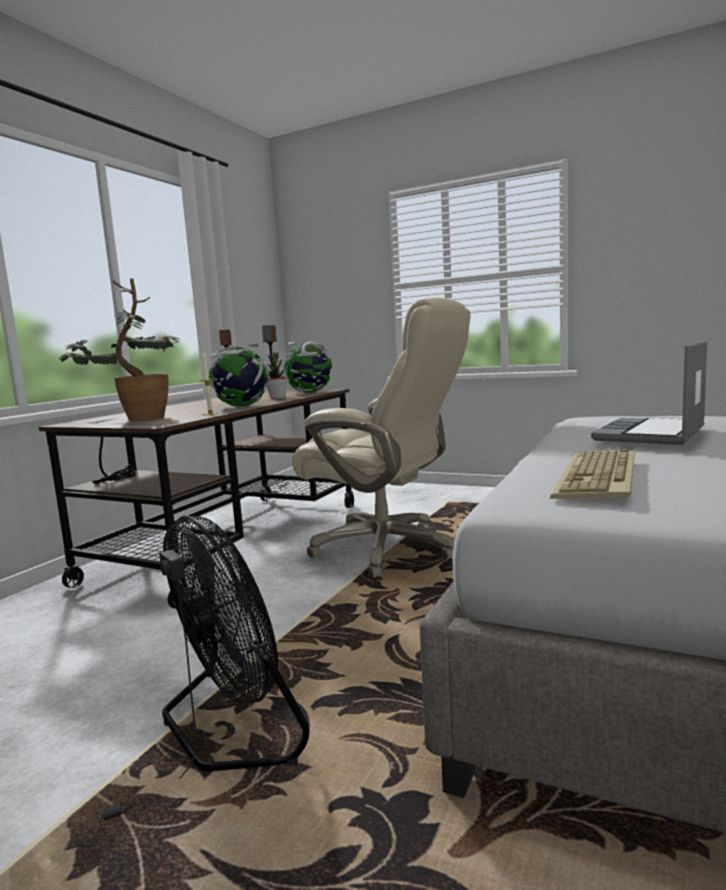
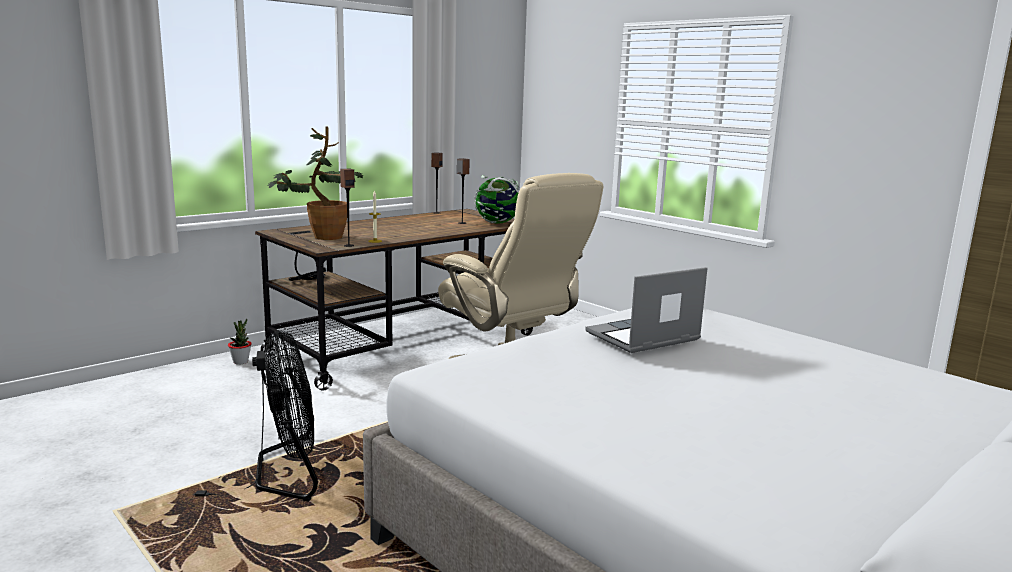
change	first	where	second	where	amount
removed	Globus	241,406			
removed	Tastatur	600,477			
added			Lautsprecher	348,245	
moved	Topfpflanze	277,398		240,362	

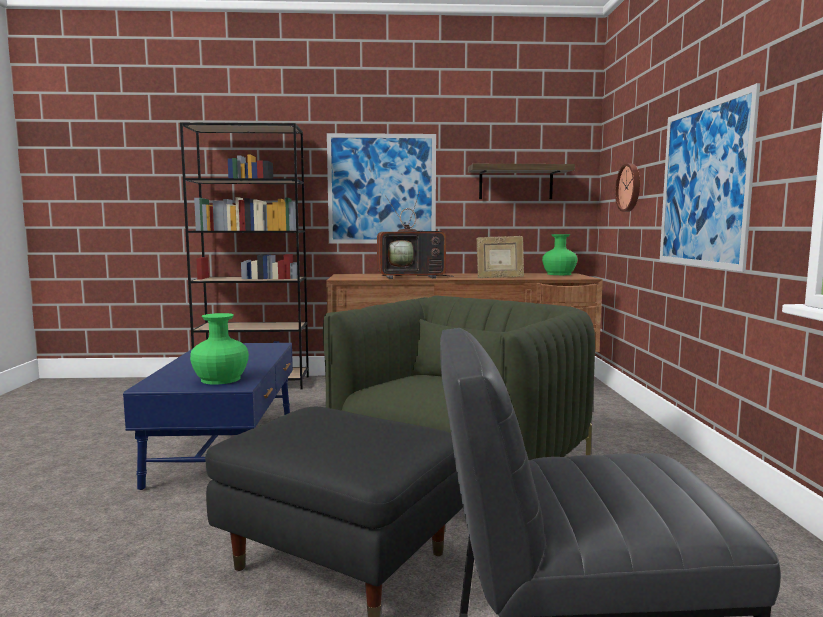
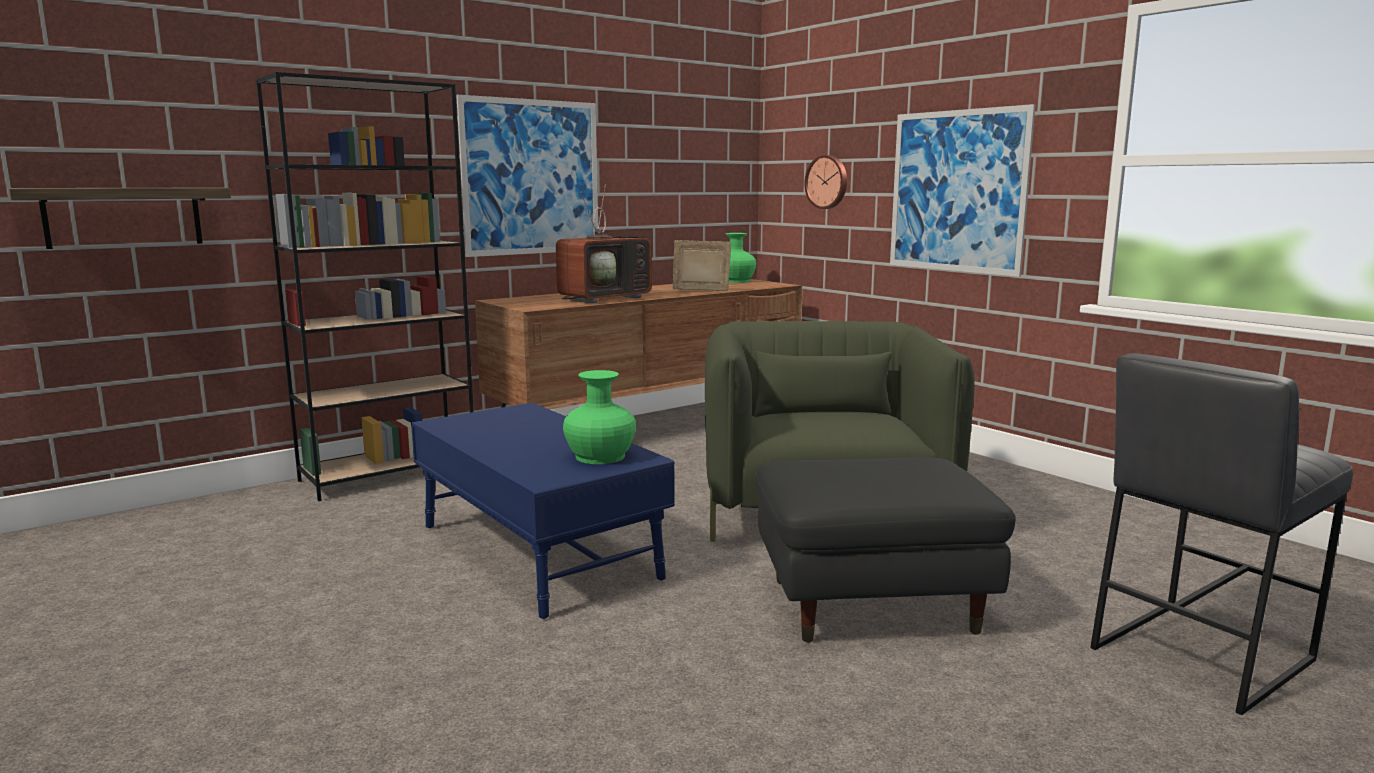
change	first	where	second	where	amount
moved	Wandregal	515,183		123,217	
turned	Bilderrahmen	499,278		701,291	150 degrees counterclockwise

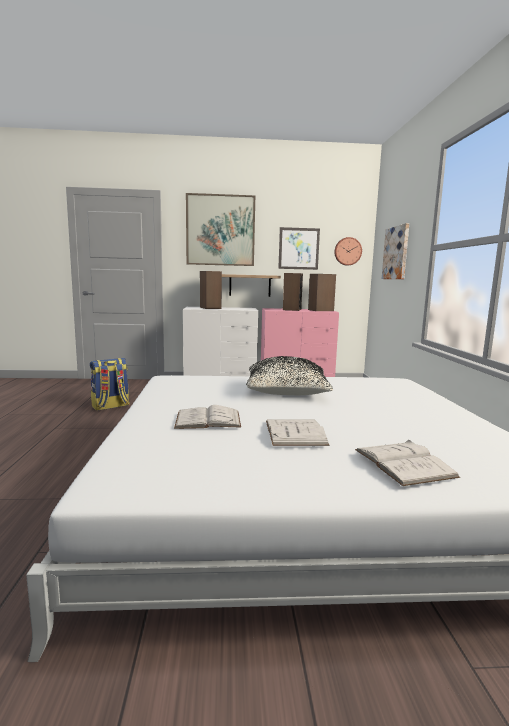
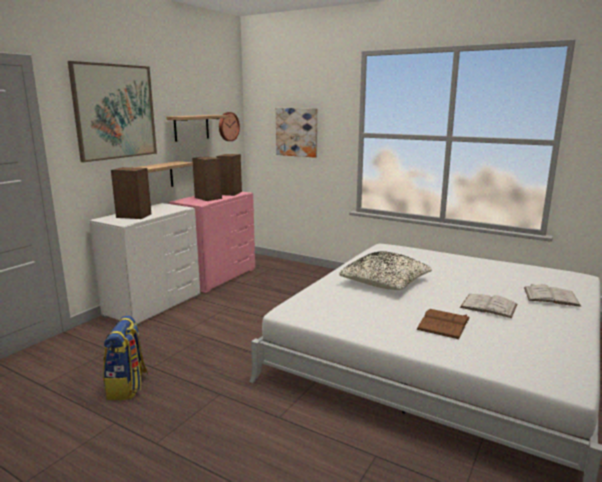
change	first	where	second	where	amount
replaced	Bild	298,248	Wandregal	191,127	
recoloured	Buch (weiß)	208,419	Buch (braun)	443,323	

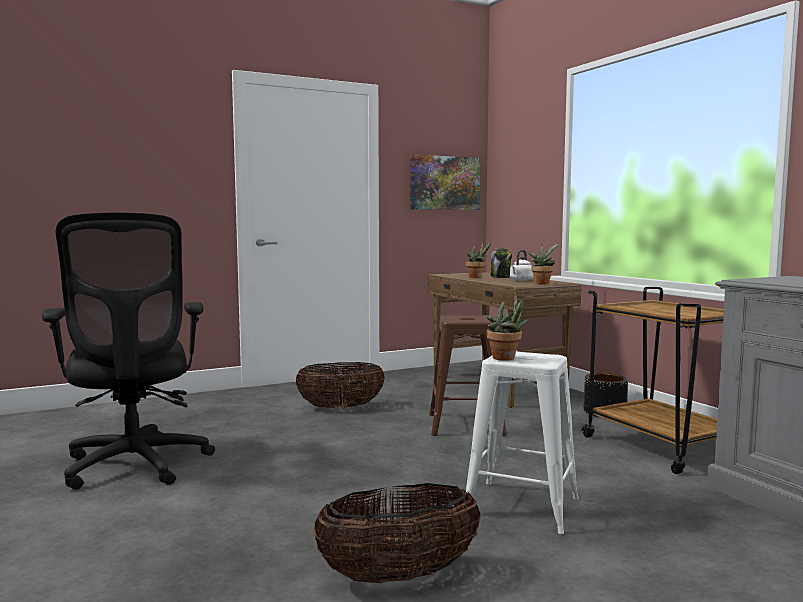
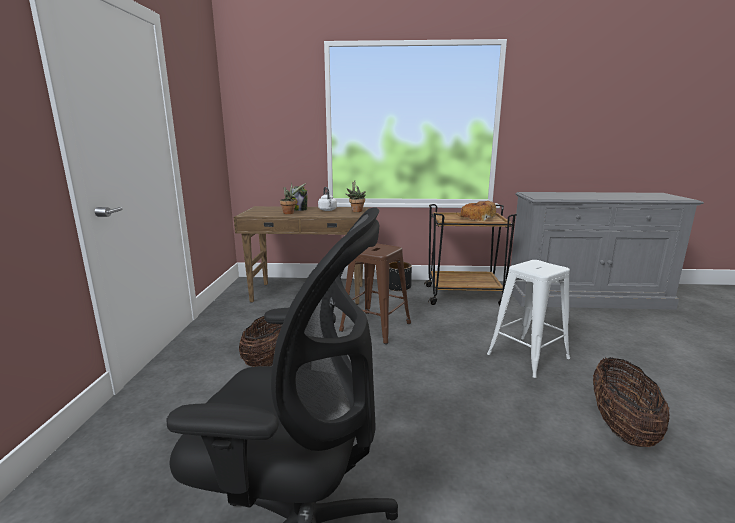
change	first	where	second	where	amount
removed	Bild	444,183			
removed	Topfpflanze	506,359			
added			Brot	476,218	

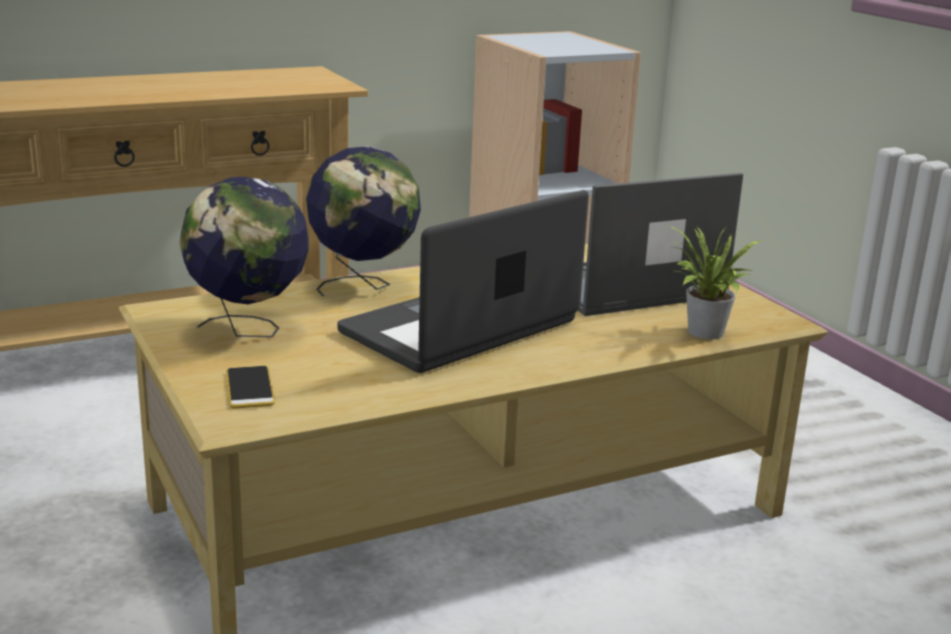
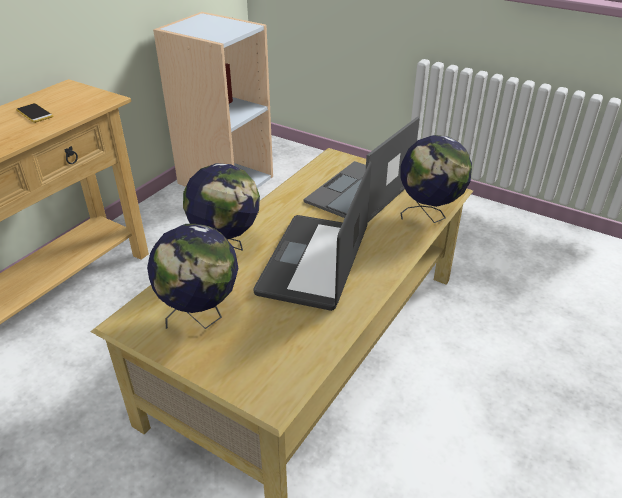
change	first	where	second	where	amount
moved	Handy	250,388		35,113	
replaced	Topfpflanze	704,334	Globus	429,216	

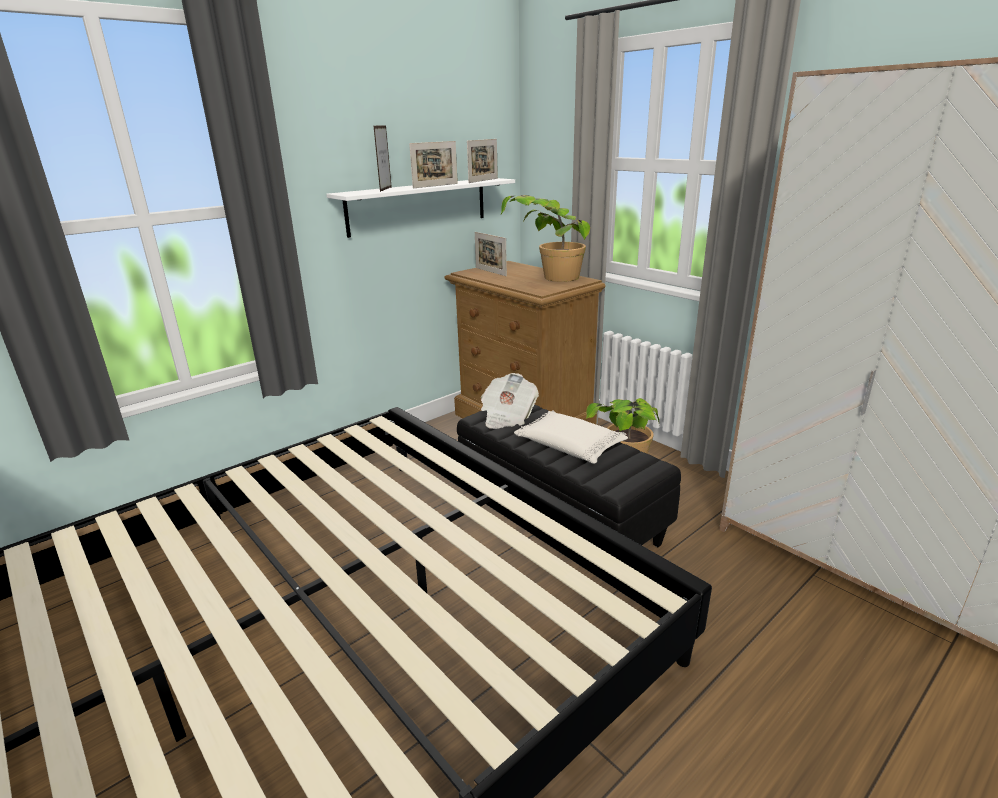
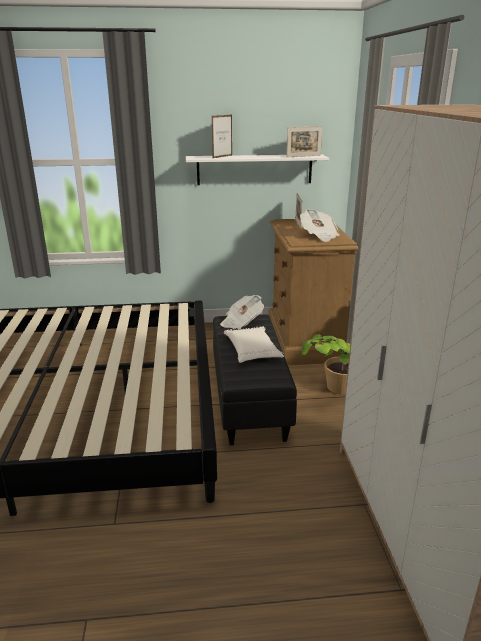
change	first	where	second	where	amount
removed	Bilderrahmen	435,186			
replaced	Topfpflanze	546,280	Zeitung	319,236	

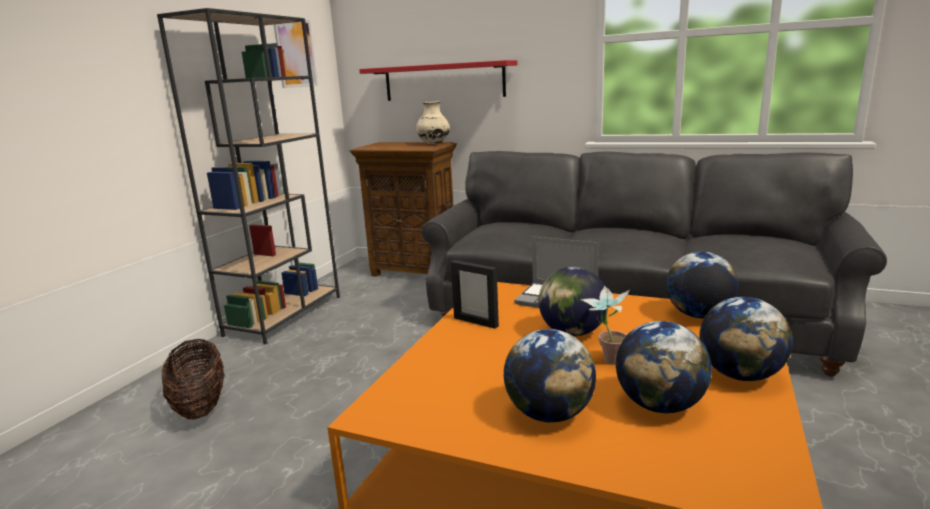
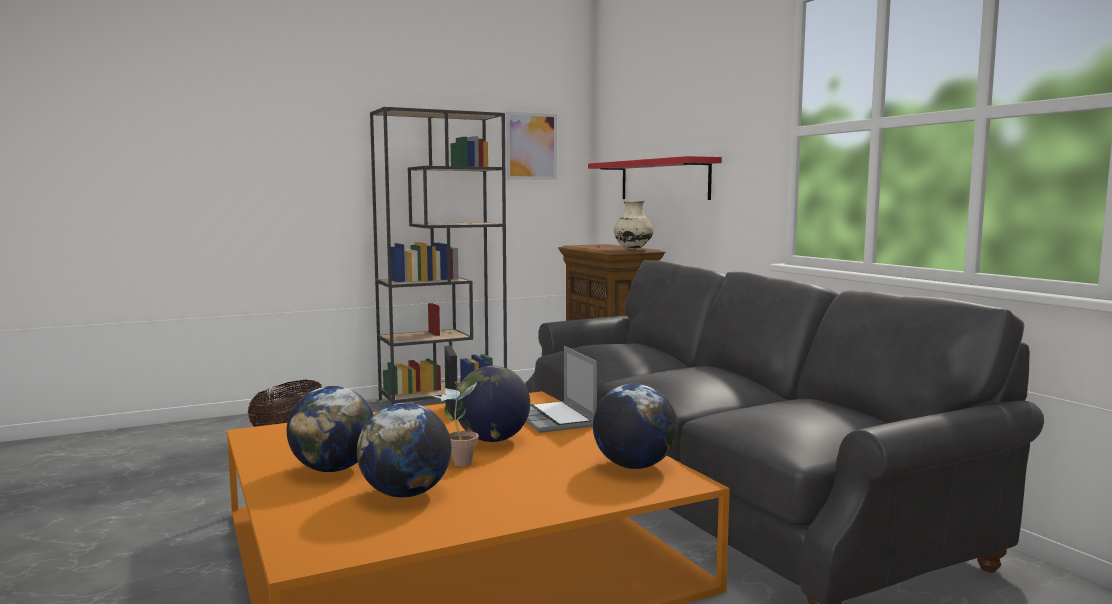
change	first	where	second	where	amount
removed	Globus	740,375			

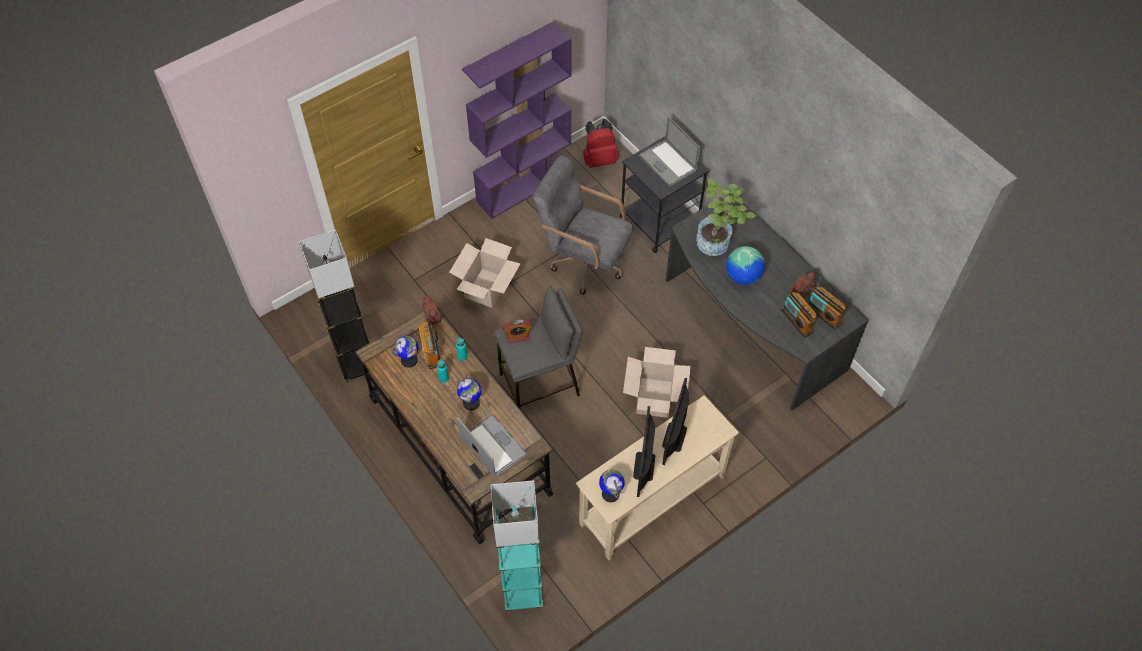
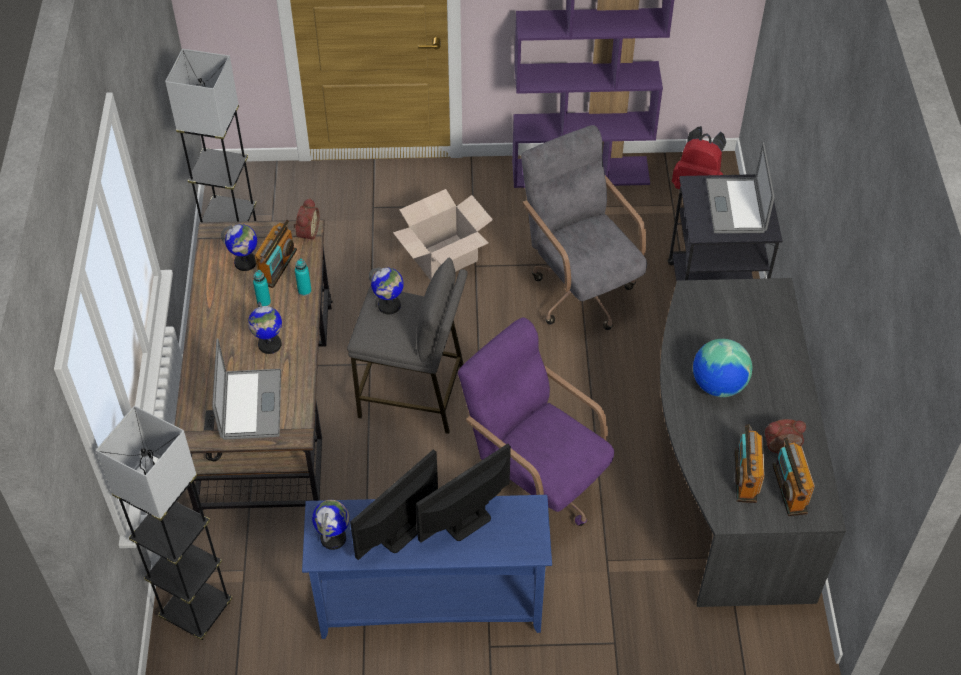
change	first	where	second	where	amount
removed	Topfpflanze	718,243			
replaced	Wecker	518,336	Globus	389,306	
replaced	Karton	653,397	Bürostuhl (lila)	534,487	
recoloured	Stehlampe (türkis)	523,592	Stehlampe (grau)	197,611	
recoloured	Konsolentisch (beige)	652,501	Konsolentisch (blau)	429,604	

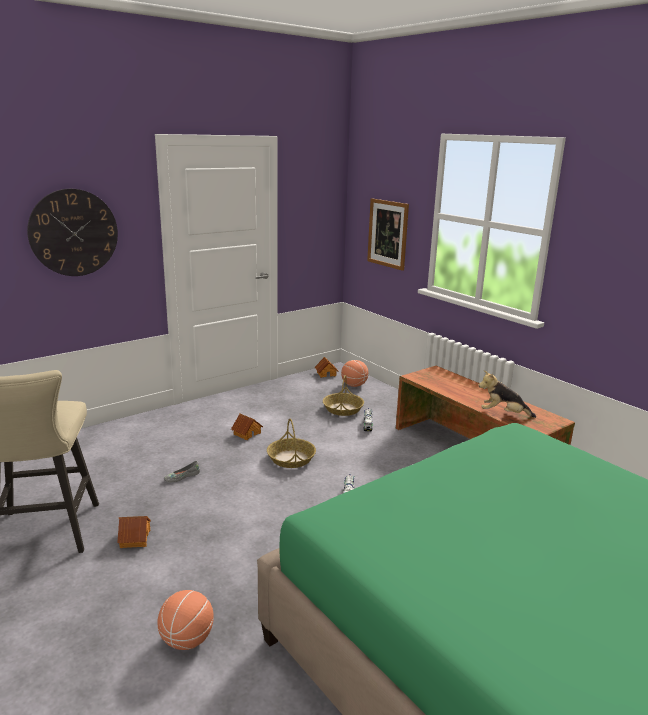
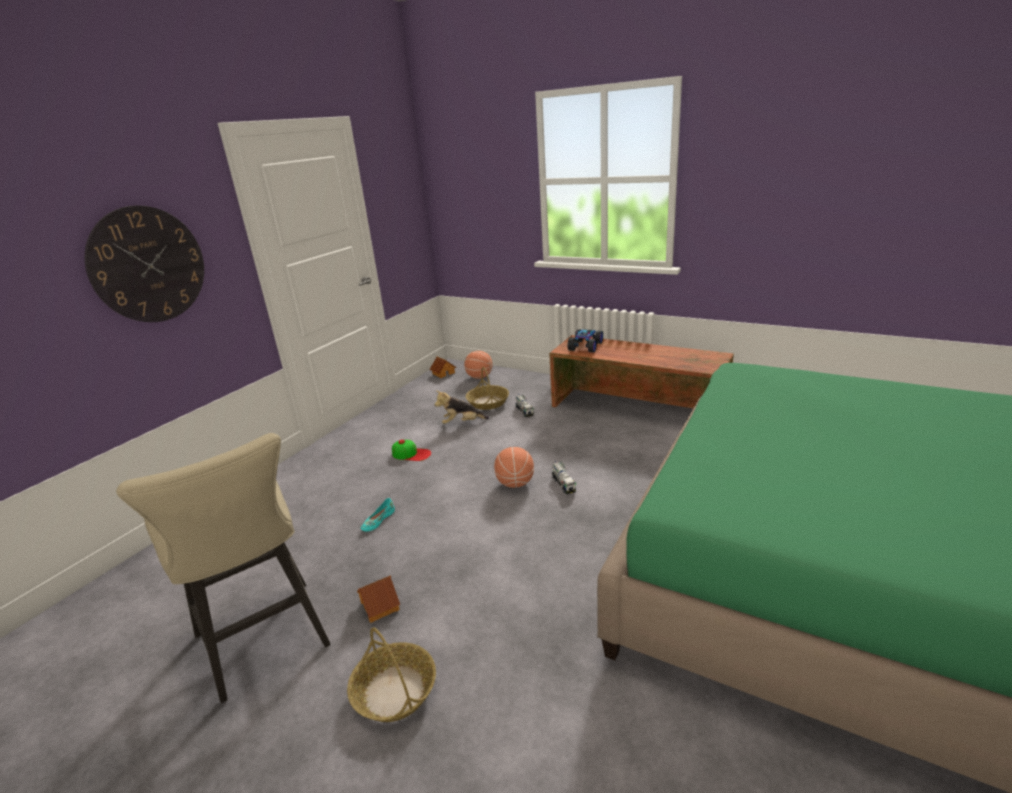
change	first	where	second	where	amount
removed	Bild	388,233			
added			Spielzeugauto	586,346	
moved	Basketball	187,640		515,483	
moved	Korb	291,459		395,691	
moved	Plüschtier	503,414		462,423	
replaced	Spielzeughaus	247,433	Kappe	411,454	
recoloured	Schuh (grau)	182,476	Schuh (türkis)	378,520	

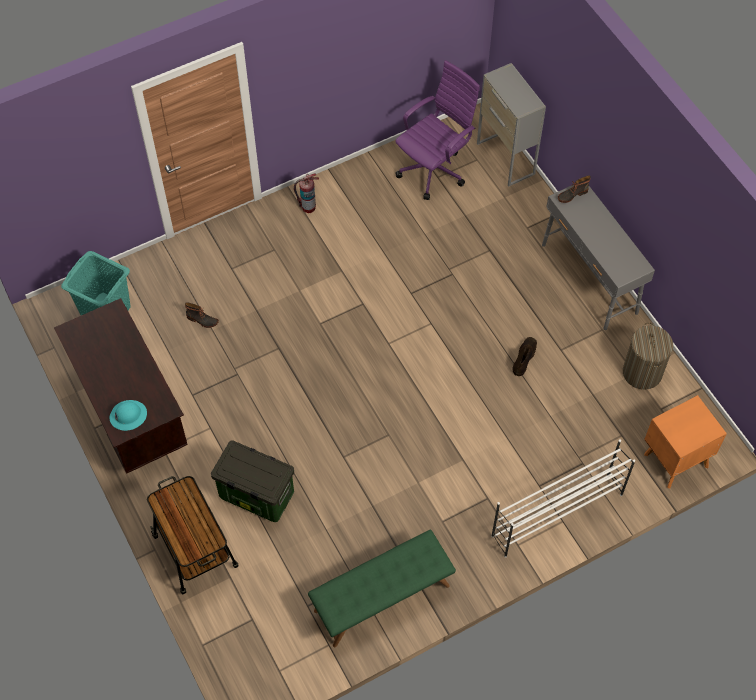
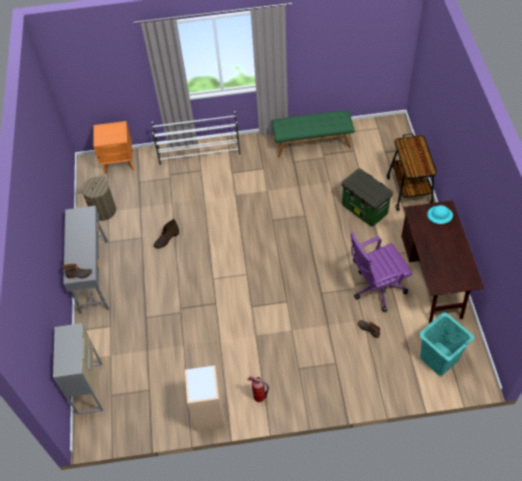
change	first	where	second	where	amount
added			Bücherregal	209,414	
moved	Bürostuhl (lila)	434,169		376,289	

